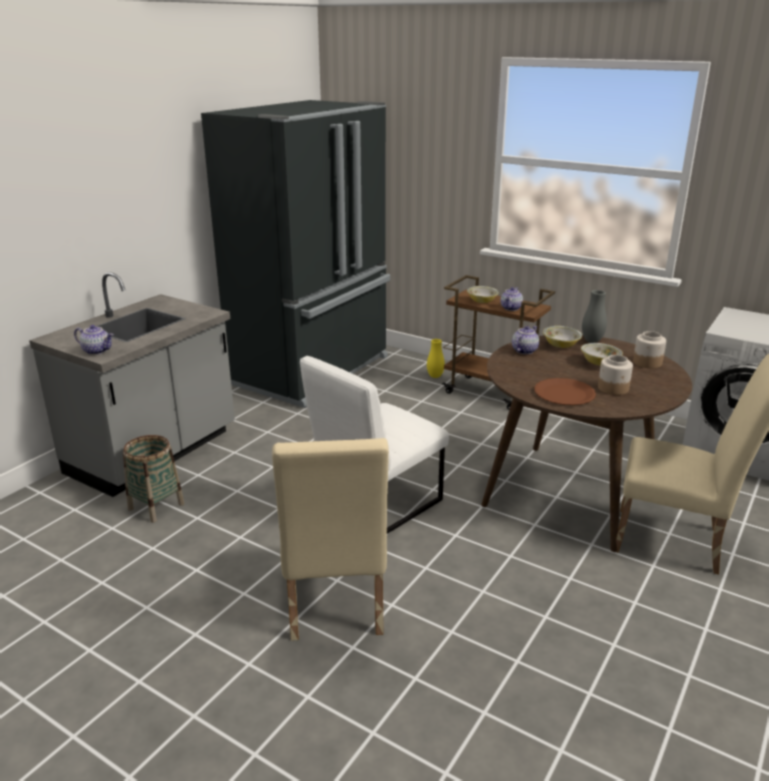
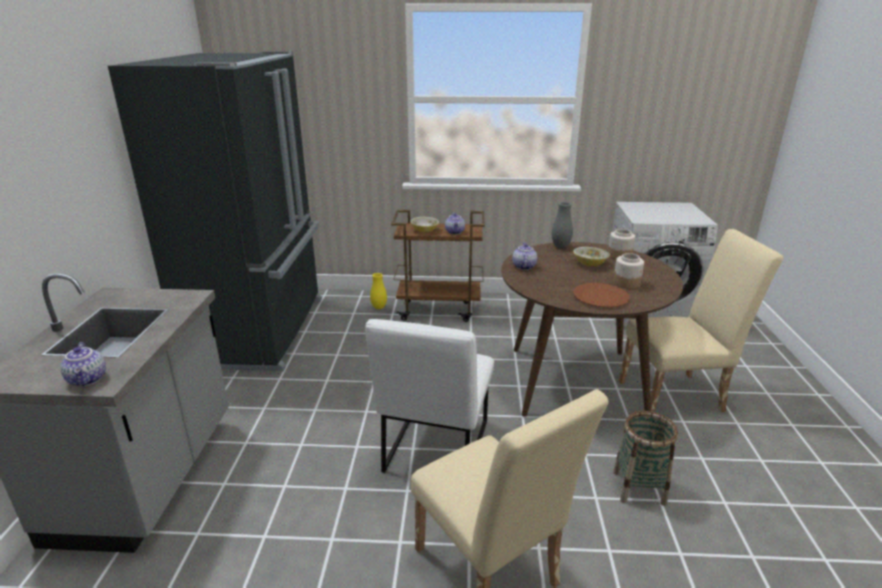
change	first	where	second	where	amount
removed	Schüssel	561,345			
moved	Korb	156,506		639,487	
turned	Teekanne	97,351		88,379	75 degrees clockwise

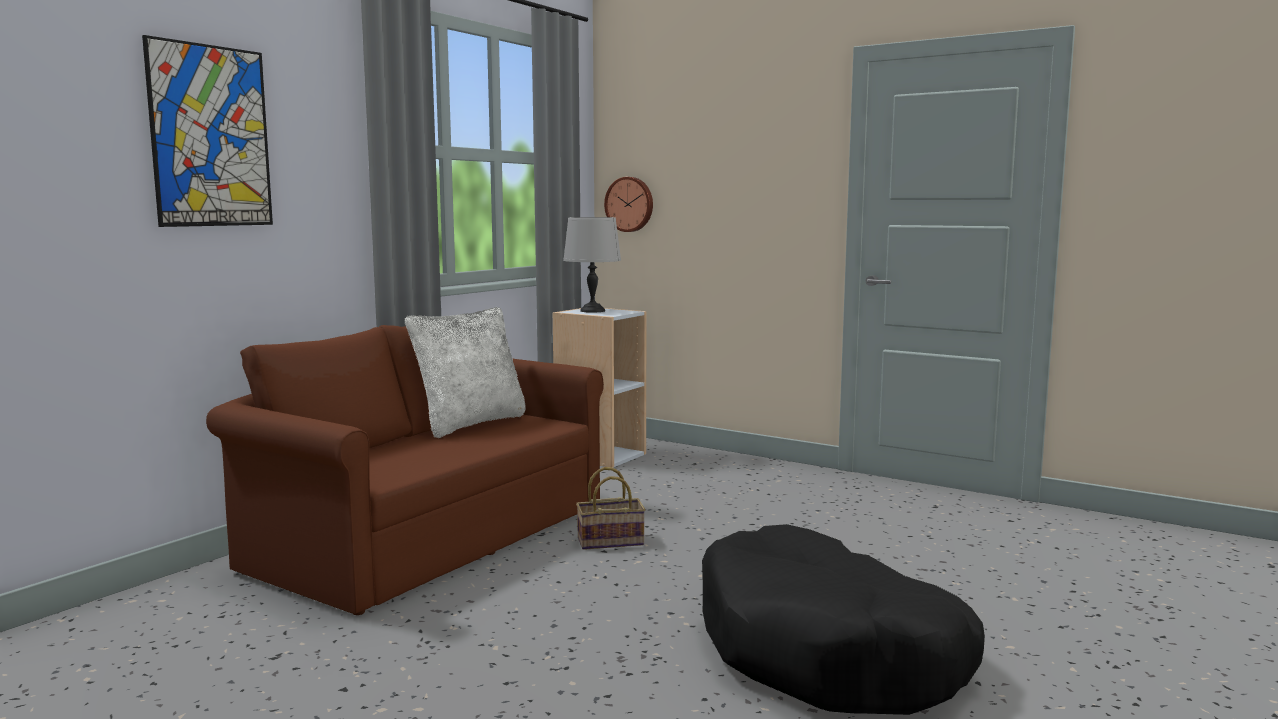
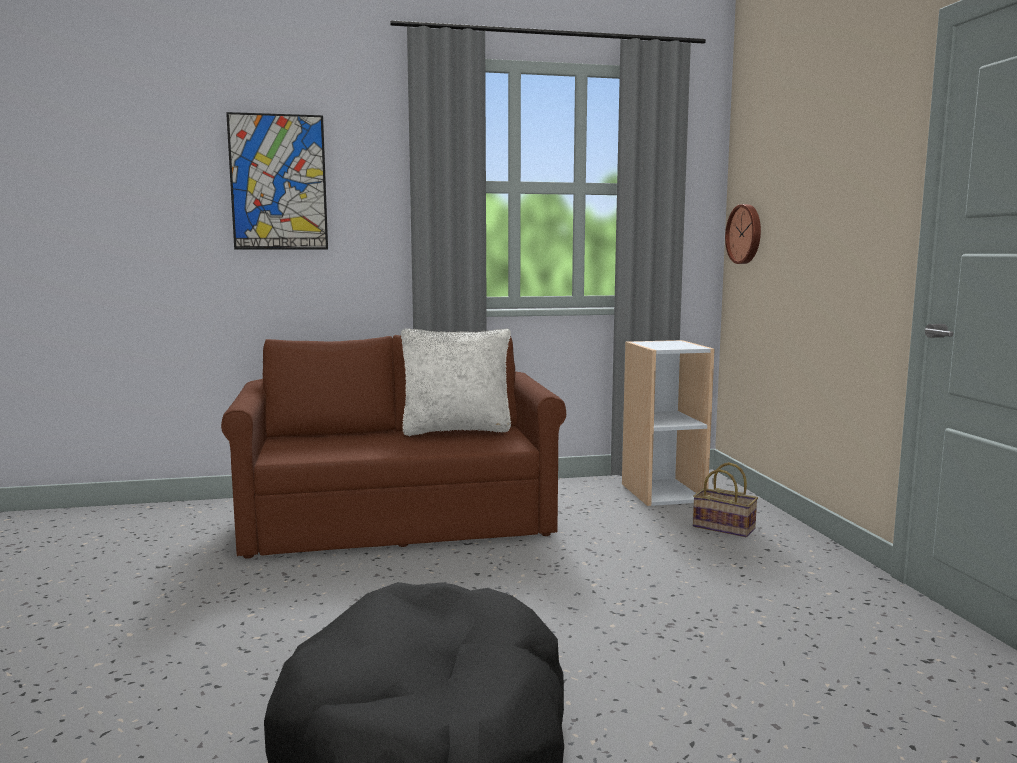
change	first	where	second	where	amount
removed	Tischlampe (grau)	592,311			
moved	Korb	612,541		725,527	

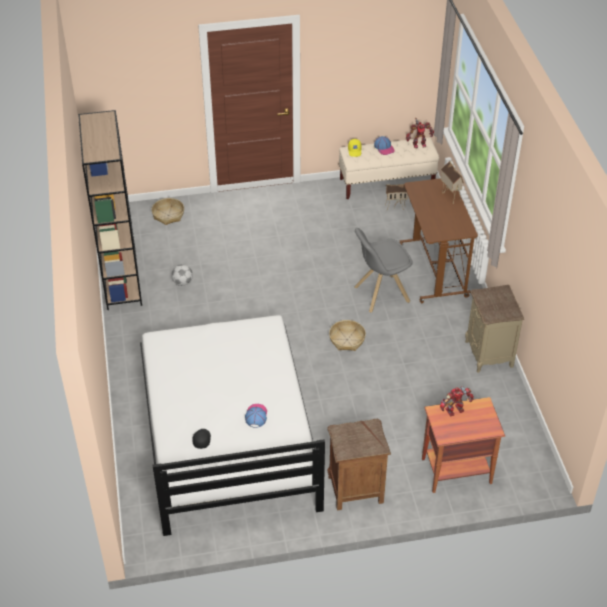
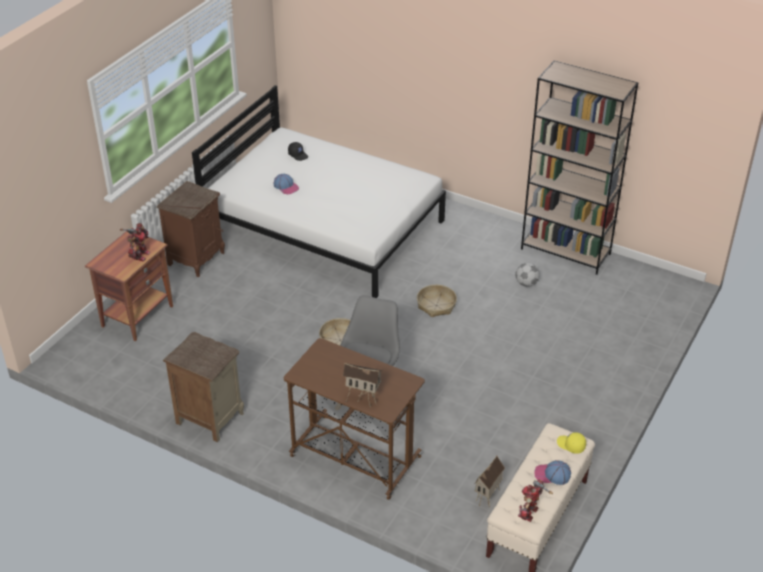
change	first	where	second	where	amount
moved	Korb	168,215		436,305	

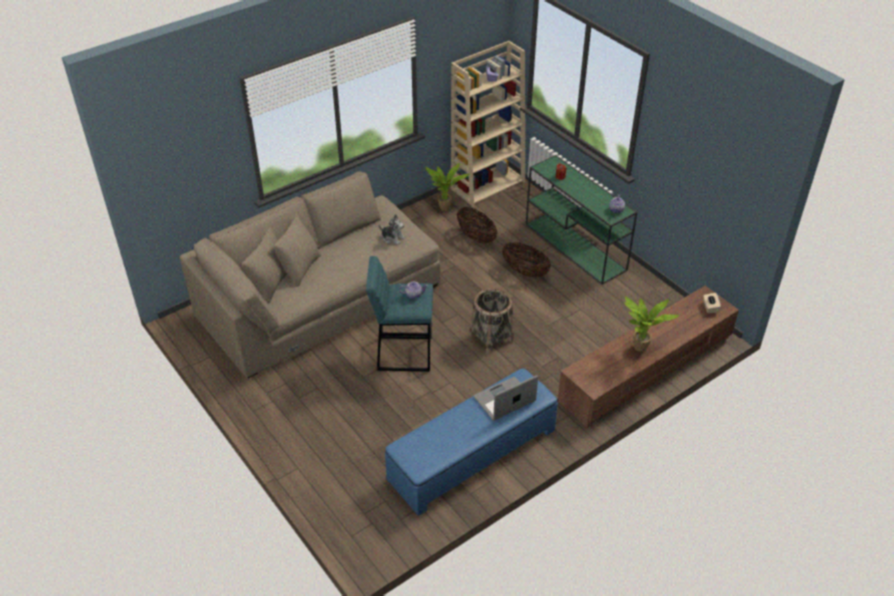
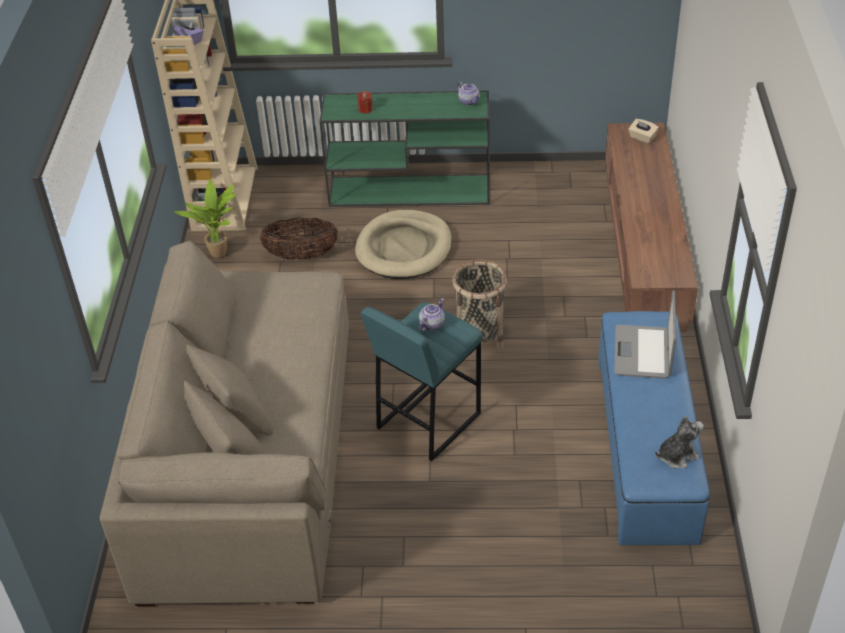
change	first	where	second	where	amount
removed	Topfpflanze	640,349			
moved	Plüschtier	393,238		676,455	
replaced	Korb	525,271	Hundebett (beige)	404,248	

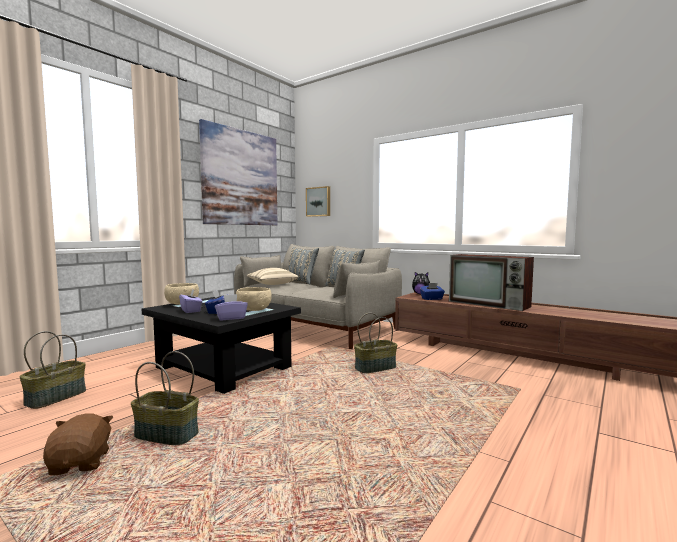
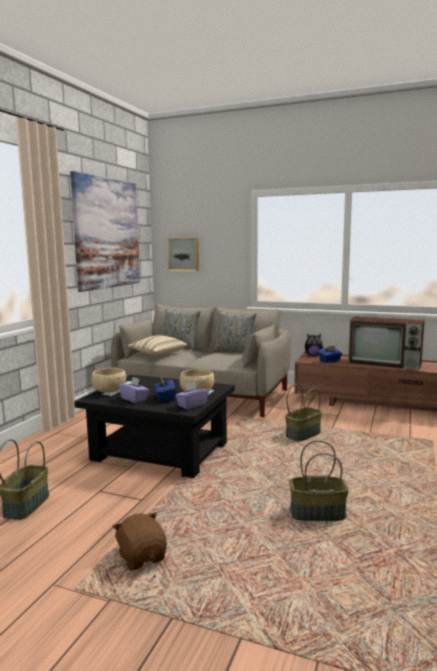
change	first	where	second	where	amount
moved	Korb	165,435		317,514	

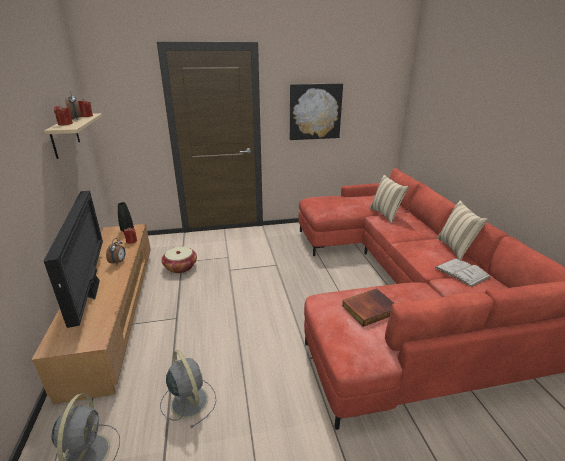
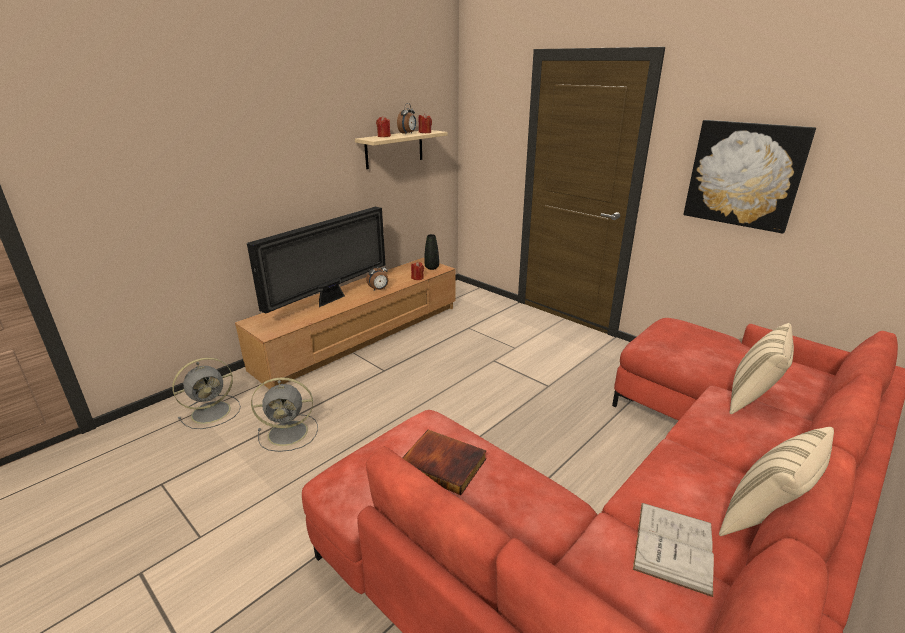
change	first	where	second	where	amount
removed	Korb	180,267			
turned	Ventilator (grau)	188,400		290,433	60 degrees clockwise

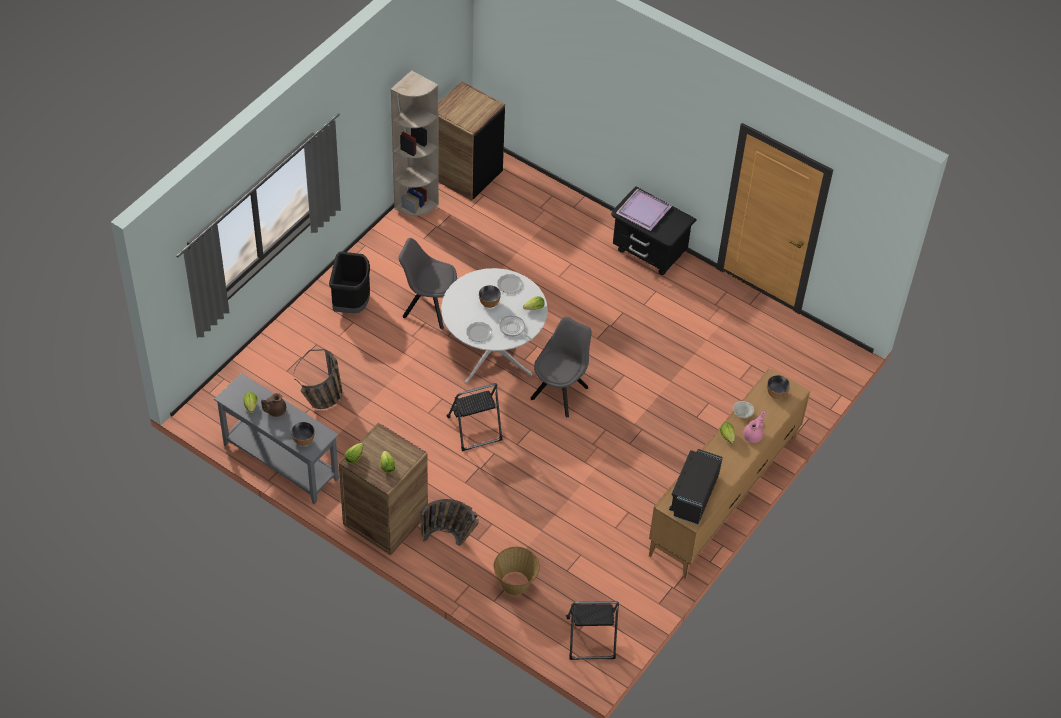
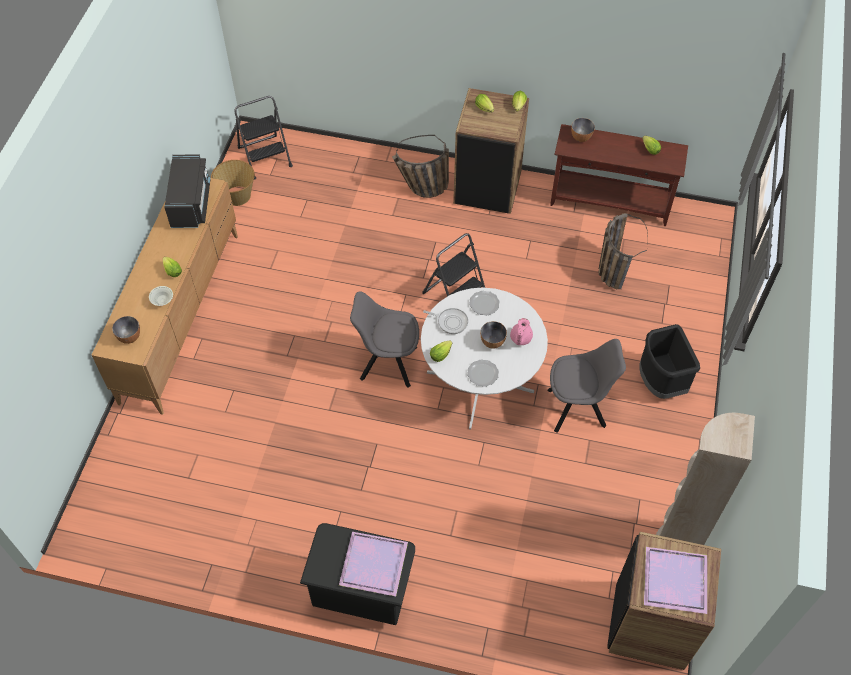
change	first	where	second	where	amount
removed	Teekanne (braun)	275,410			
added			Tablett (lila)	676,579	
moved	Korb	515,583		237,196	
moved	Teekanne (rosa)	753,435		520,338	
recoloured	Konsolentisch (grau)	280,462	Konsolentisch (braun)	610,201	
turned	Stuhl (grau)	560,393		388,363	90 degrees clockwise

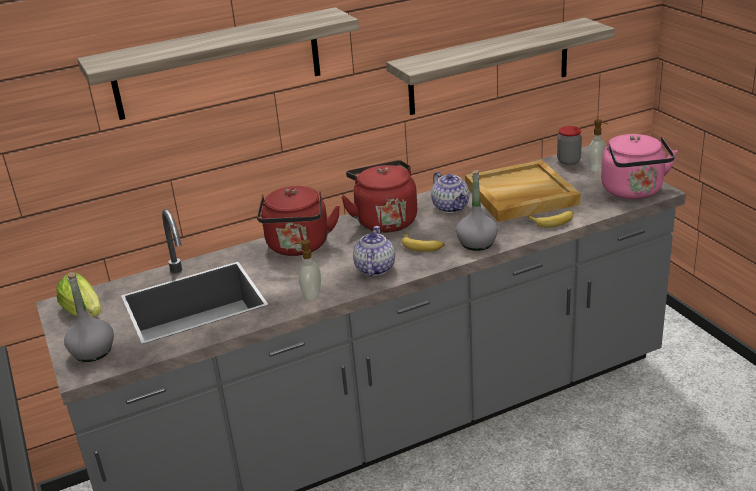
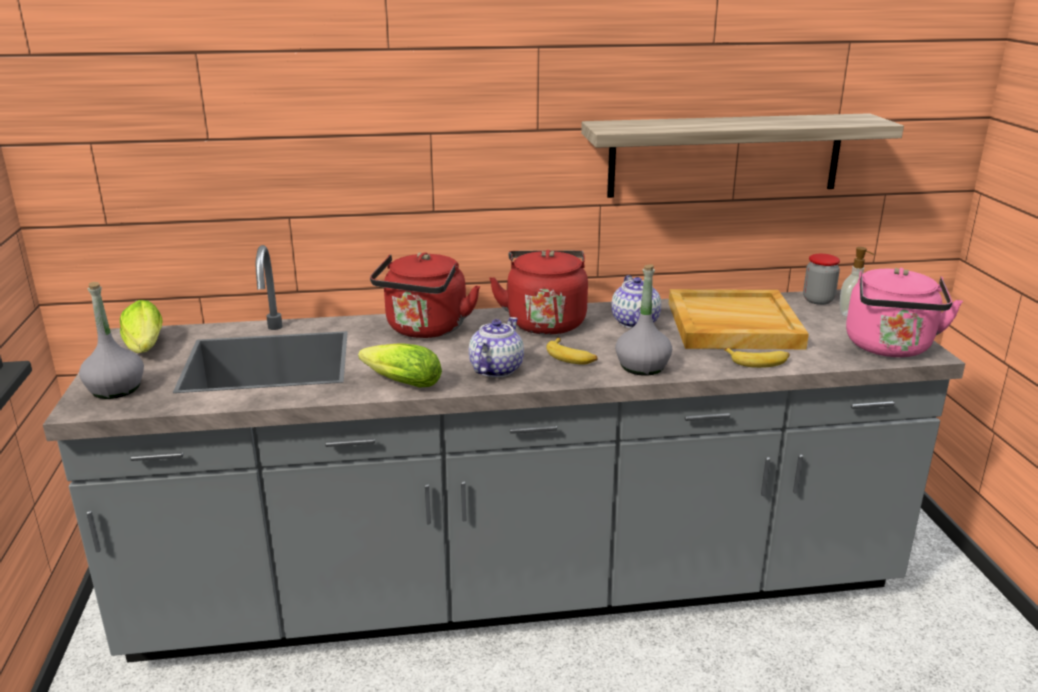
change	first	where	second	where	amount
removed	Wandregal	218,64			
replaced	Seifenspender	311,295	Salatkopf	399,382	

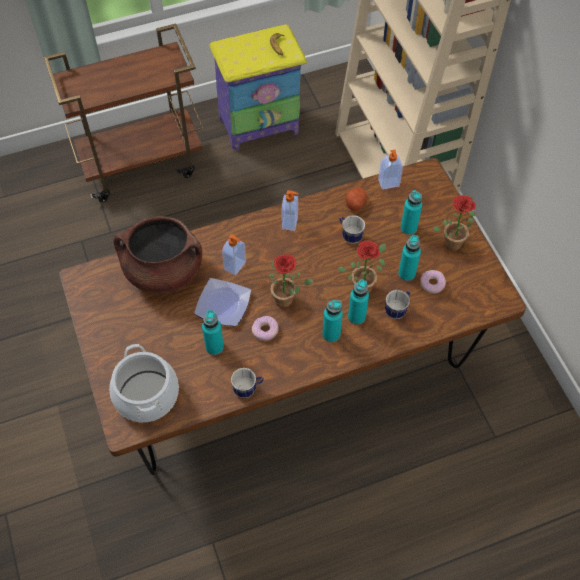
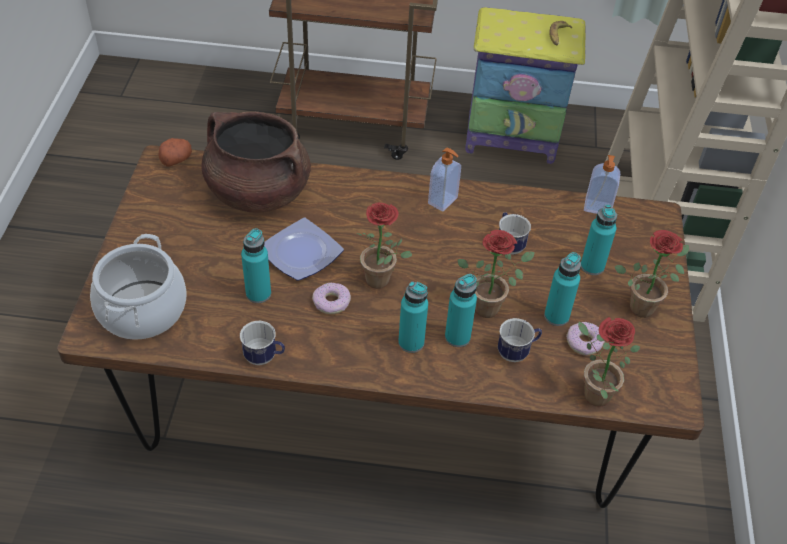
change	first	where	second	where	amount
removed	Seifenspender	235,266			
added			Topfpflanze	591,392	
moved	Kartoffel	355,203		176,159	

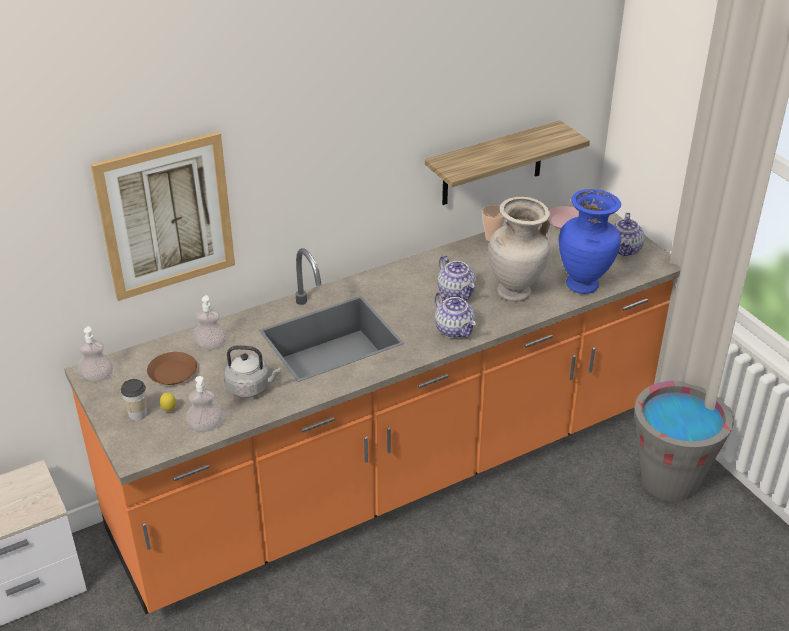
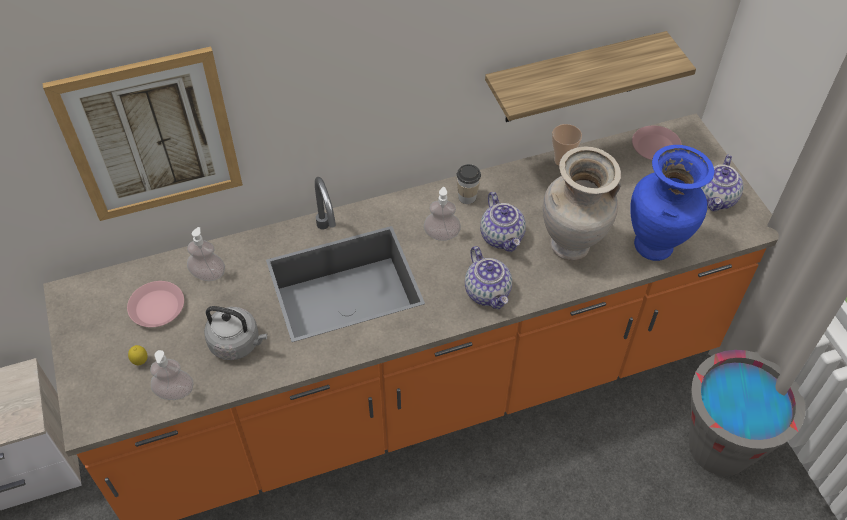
change	first	where	second	where	amount
moved	Seifenspender	97,377		441,234	
moved	Tasse	138,414		467,197	
recoloured	Teller (braun)	172,372	Teller (rosa)	157,308	

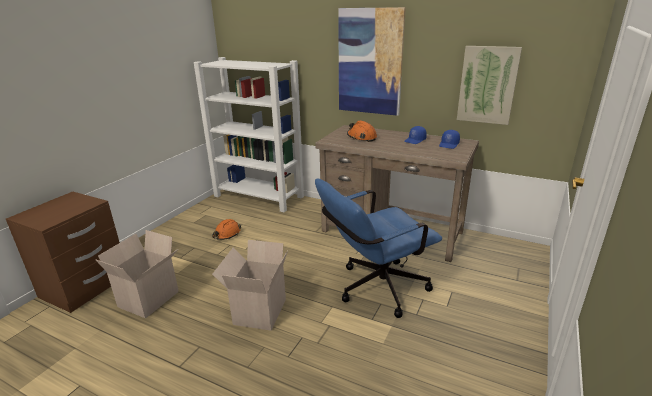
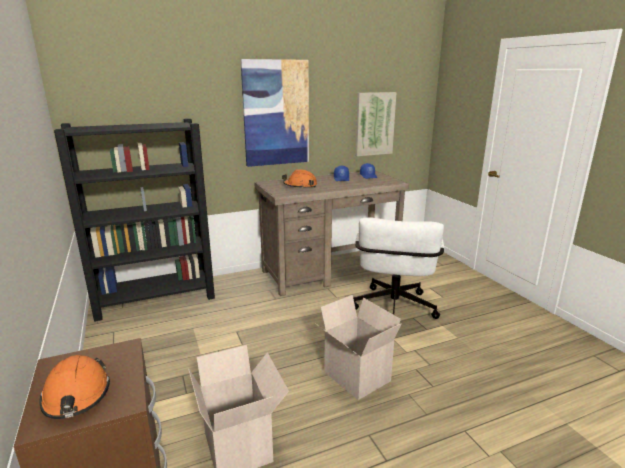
change	first	where	second	where	amount
moved	Schutzhelm (orange)	227,234		77,396	
recoloured	Bücherregal (weiß)	259,196	Bücherregal (schwarz)	155,297	
recoloured	Bürostuhl (blau)	375,289	Bürostuhl (weiß)	393,311	

